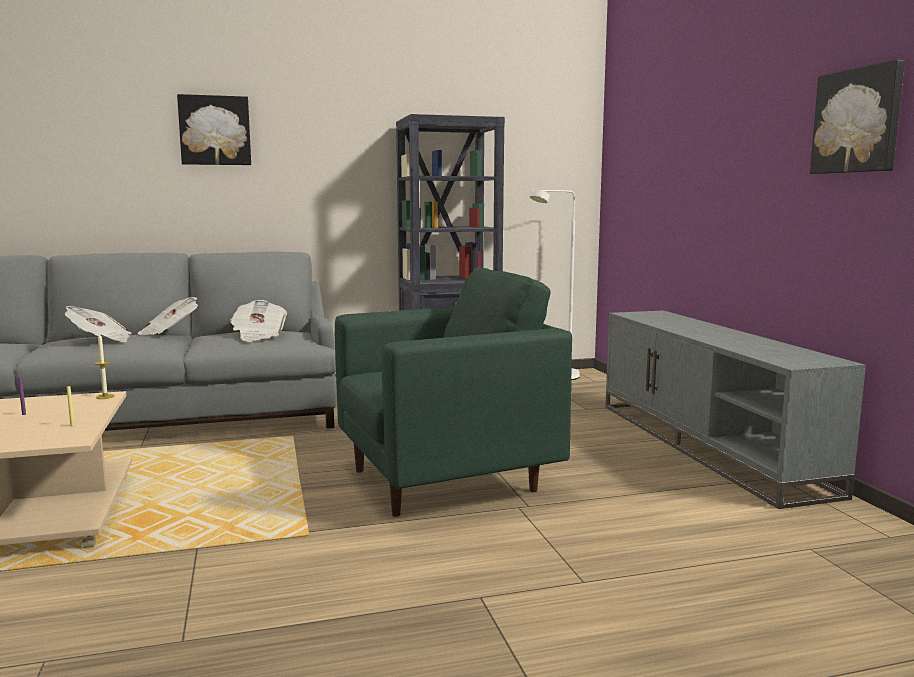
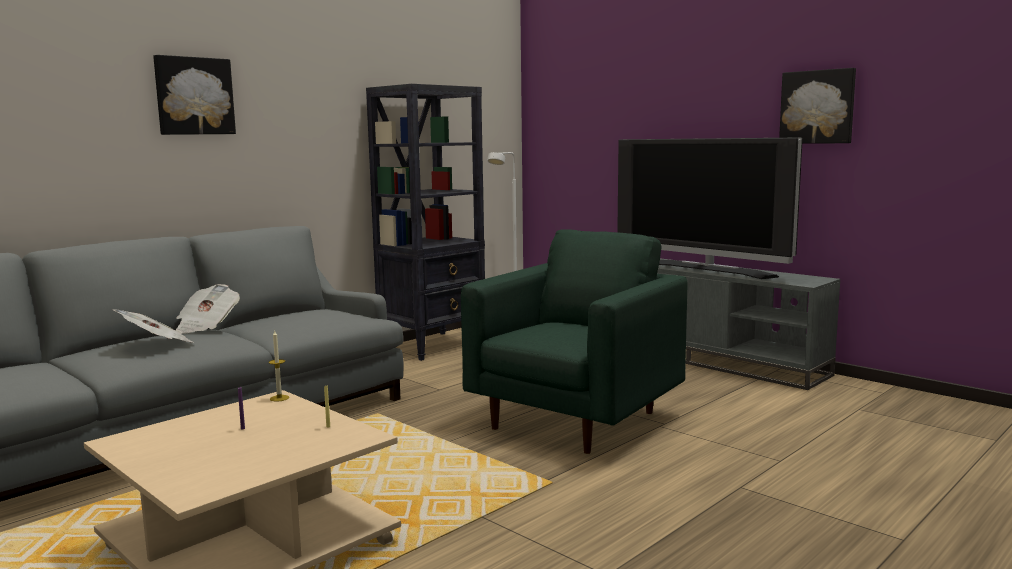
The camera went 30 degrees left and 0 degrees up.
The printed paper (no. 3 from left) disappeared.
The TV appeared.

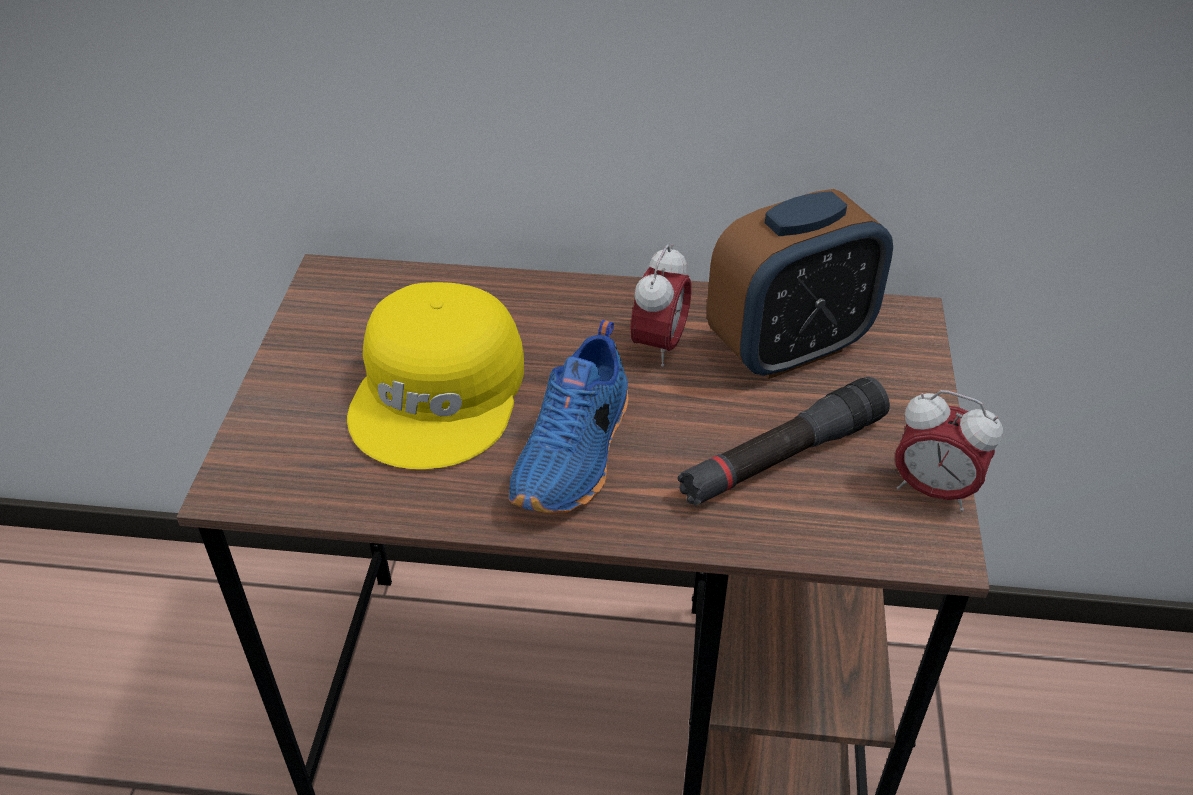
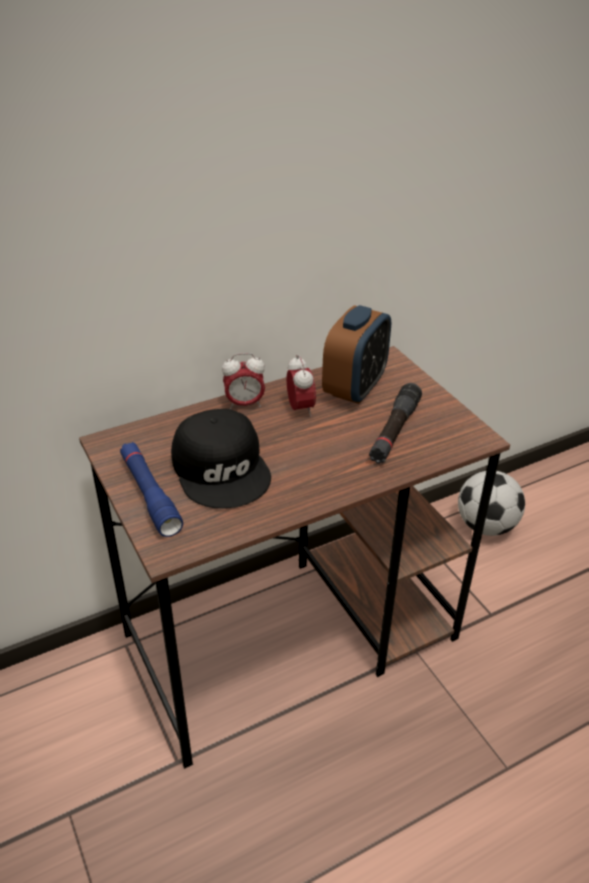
The camera went 35 degrees left and 5 degrees down.
The baseball cap/yellow-coloured became the baseball cap/black-coloured.
The item of footwear/blue-coloured disappeared.
The alarm clock (no. 3 from left in the first image) moved.
The hand torch/blue-coloured appeared.
The football appeared.

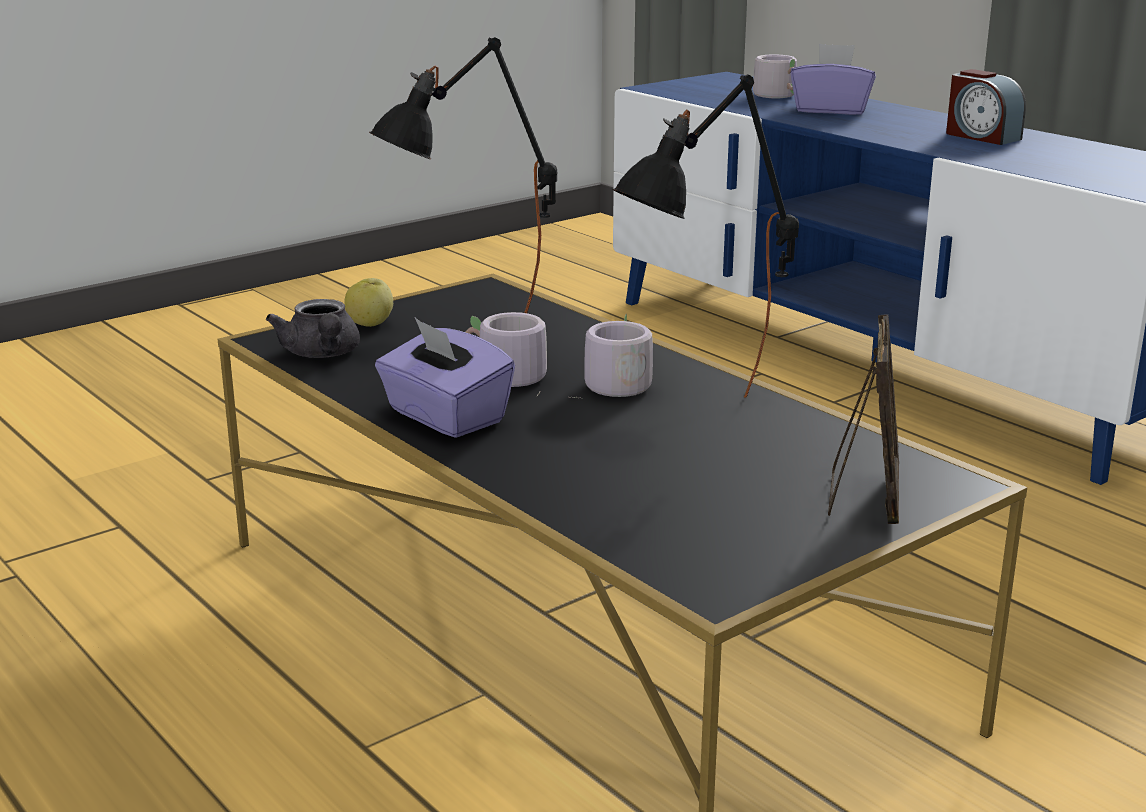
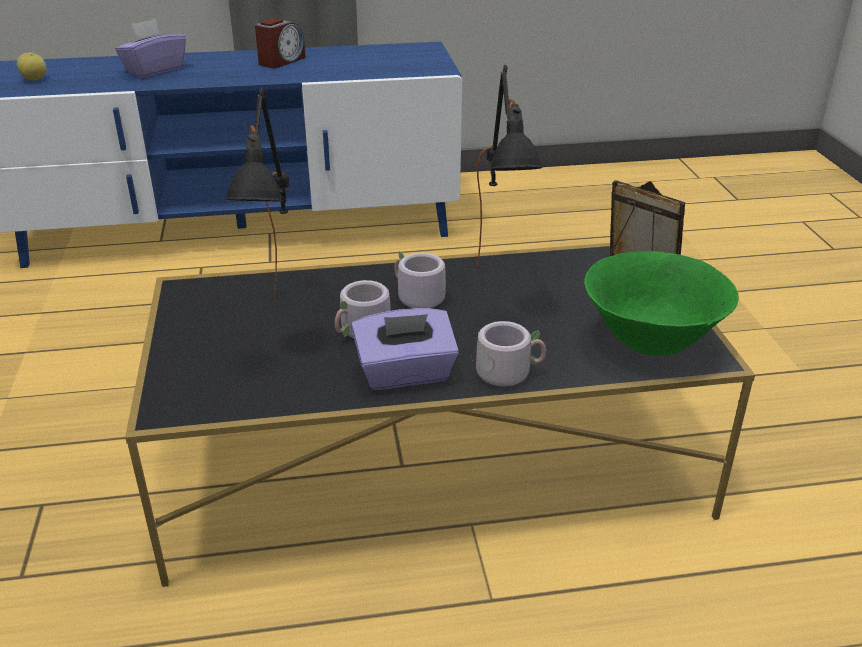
The camera went 60 degrees left and 10 degrees up.
The teapot/gray disappeared.
The apple fruit moved.
The mug/gray (no. 3 from left) moved.
The alarm clock turned 45 degrees counterclockwise.
The serving bowl/green appeared.

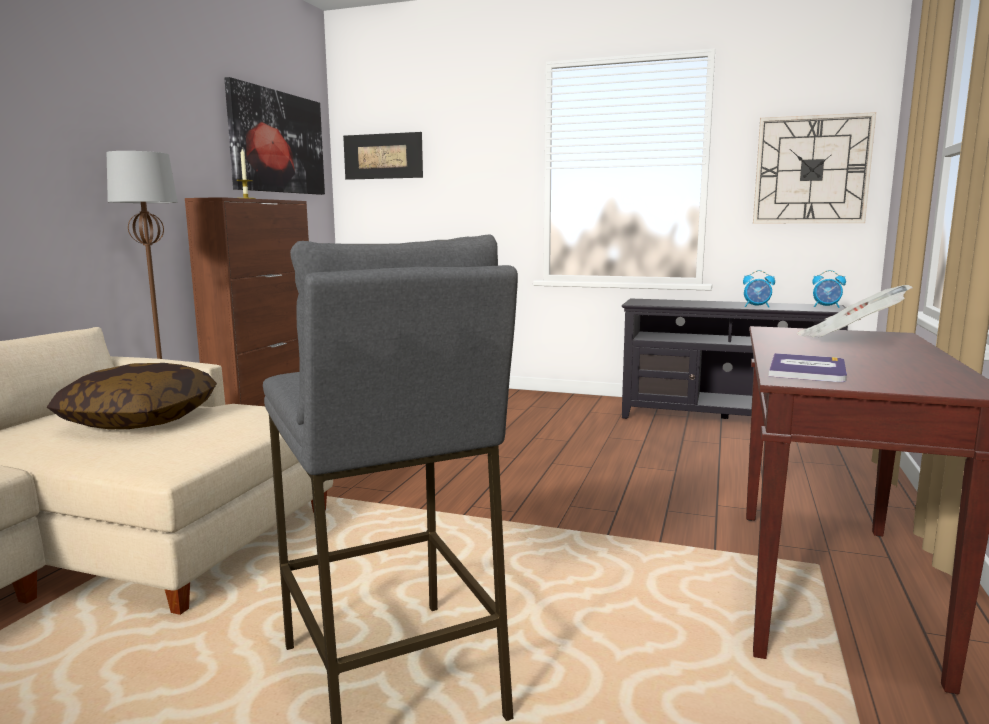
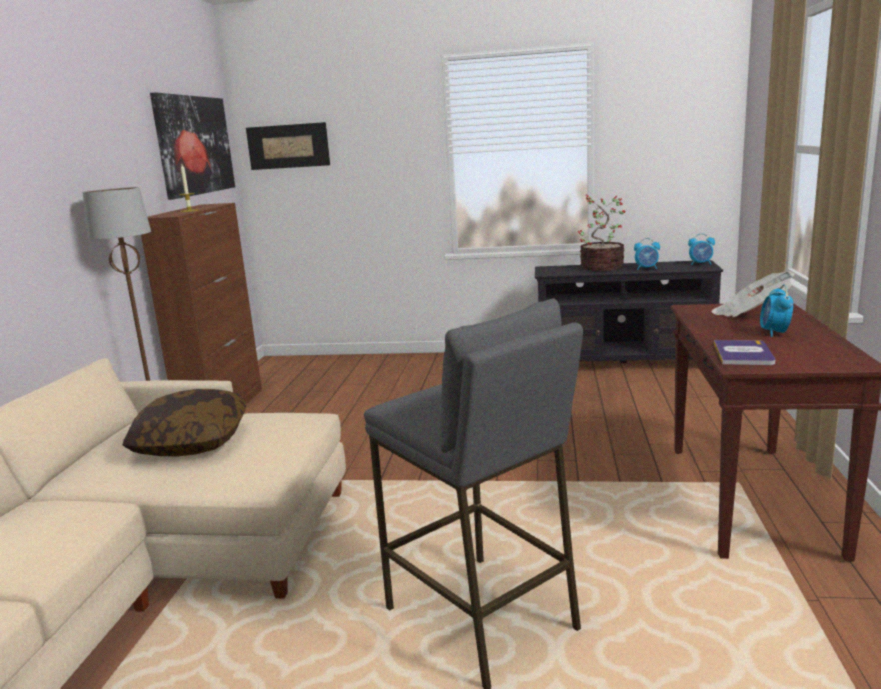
The camera went 10 degrees left and 5 degrees up.
The hanging clock disappeared.
The plant in a pot appeared.
The alarm clock (no. 3 from left) appeared.

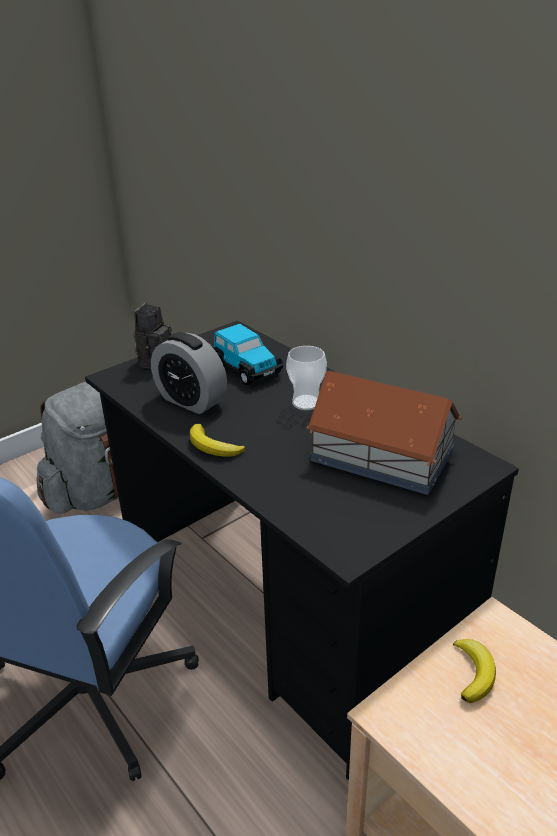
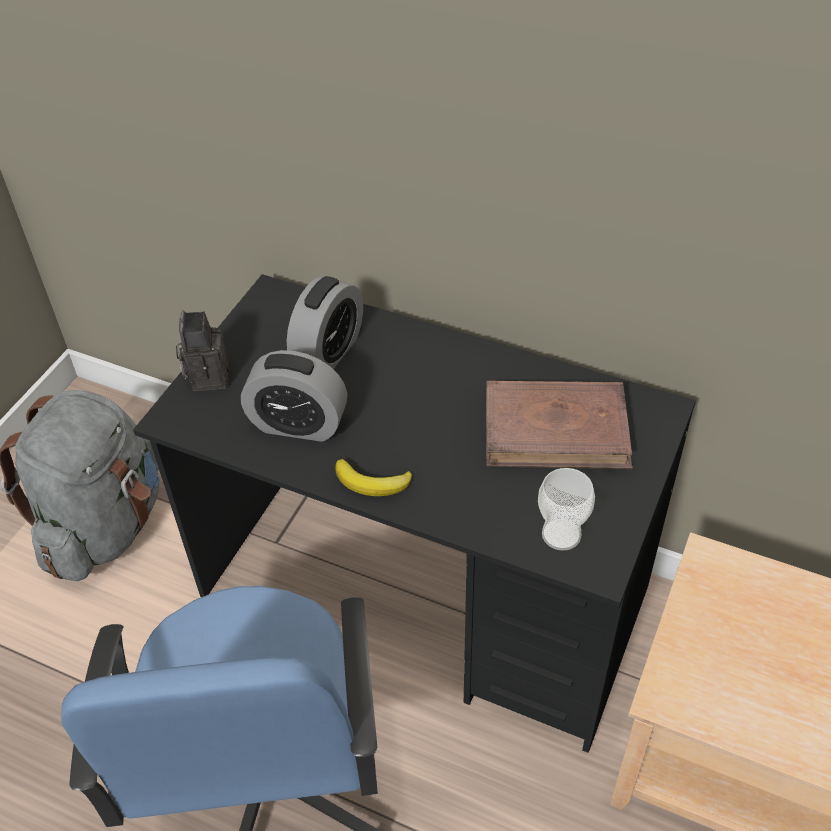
The camera went 25 degrees left and 15 degrees up.
The miniature car was replaced by the alarm clock (no. 2 from left).
The small cup moved.
The toy house was replaced by the volume/brown-coloured.
The banana fruit (no. 2 from left) disappeared.

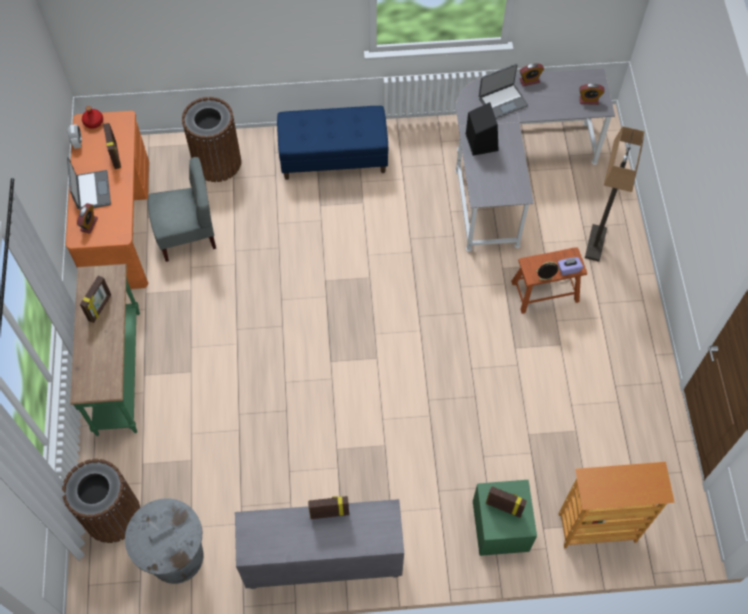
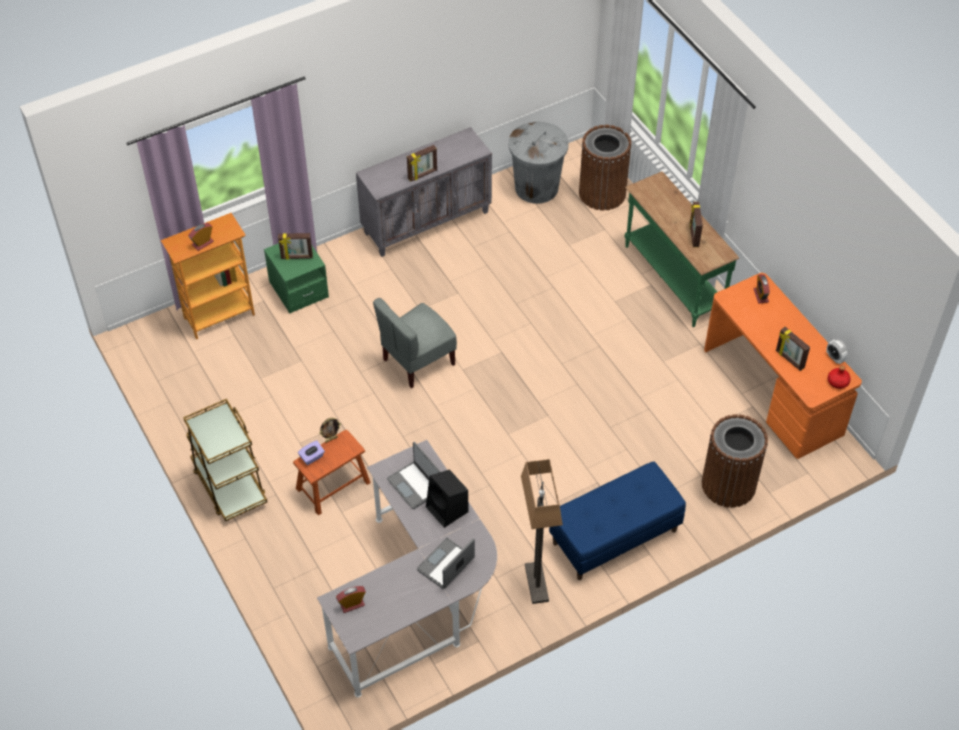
The camera went 155 degrees right and 10 degrees down.
The portable computer (no. 1 from left) moved.
The plain chair/gray moved.
The alarm clock (no. 3 from left in the first image) moved.
The floor lamp moved.
The wheeled cart/brown-coloured appeared.

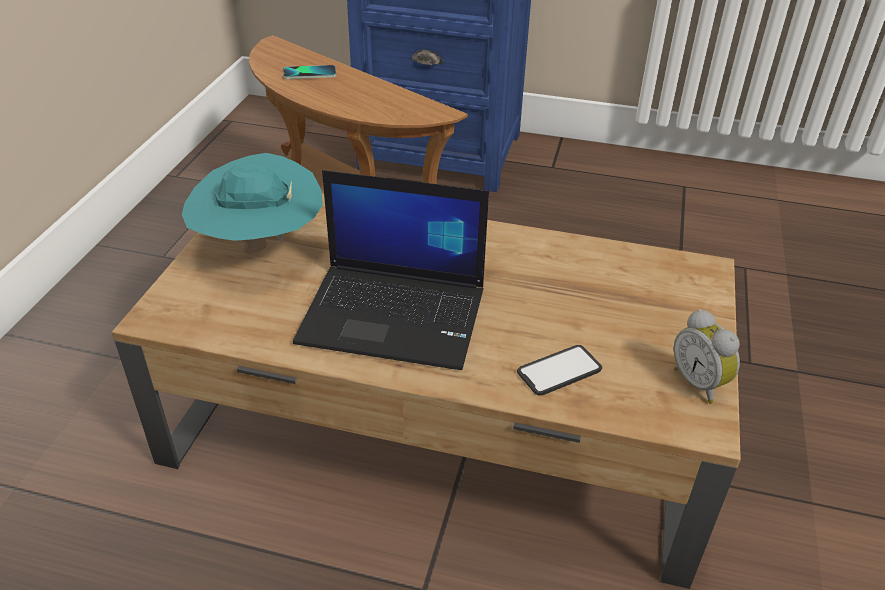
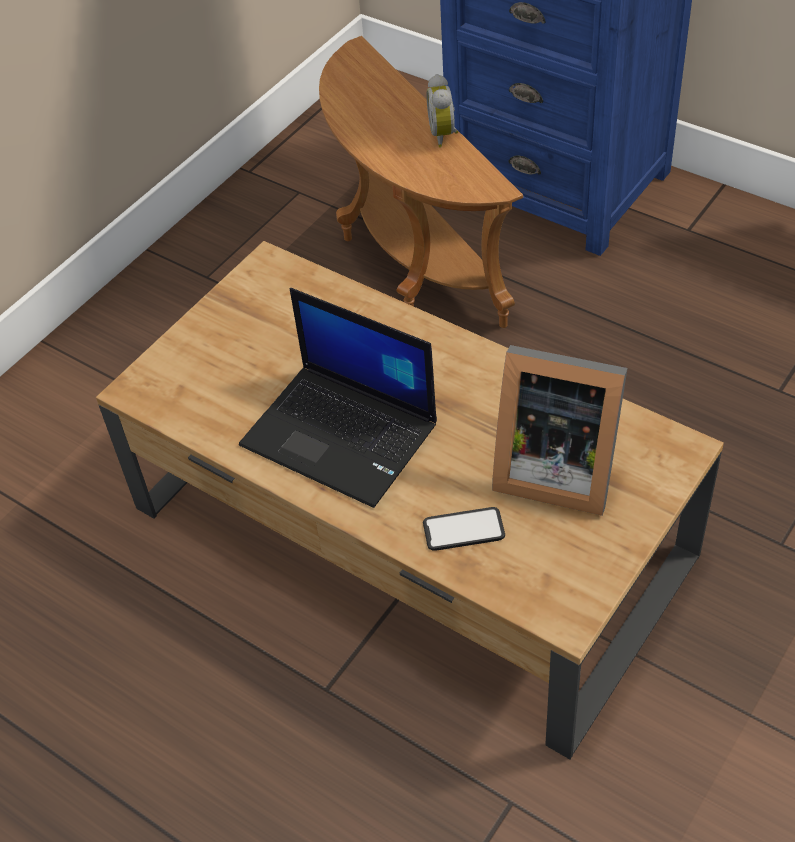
The camera went 25 degrees right and 10 degrees up.
The clothing hat/turquoise disappeared.
The phone (no. 1 from left) disappeared.
The alarm clock moved.
The photo frame appeared.

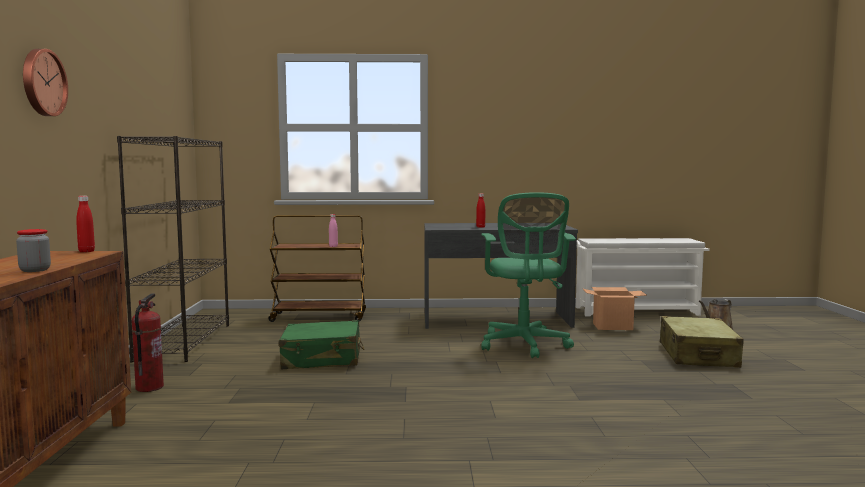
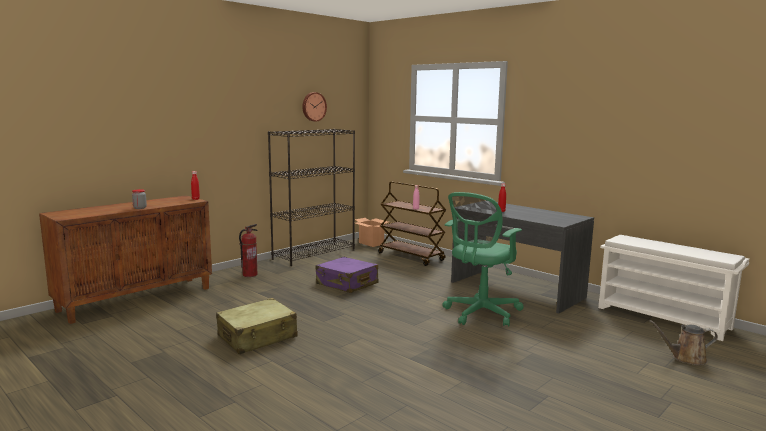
The camera went 45 degrees right and 5 degrees up.
The hanging clock moved.
The suitcase/green became the suitcase/purple-coloured.
The cardboard box moved.
The suitcase/sand-coloured moved.

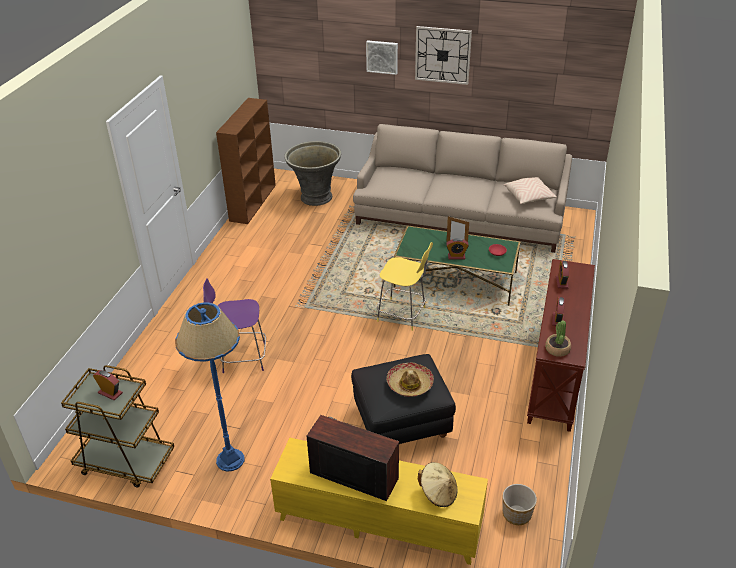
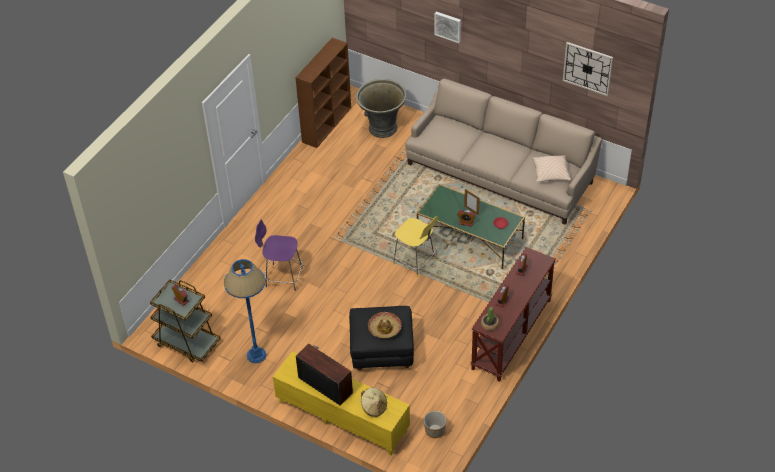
The camera went 15 degrees right and 10 degrees up.
The hanging clock moved.

